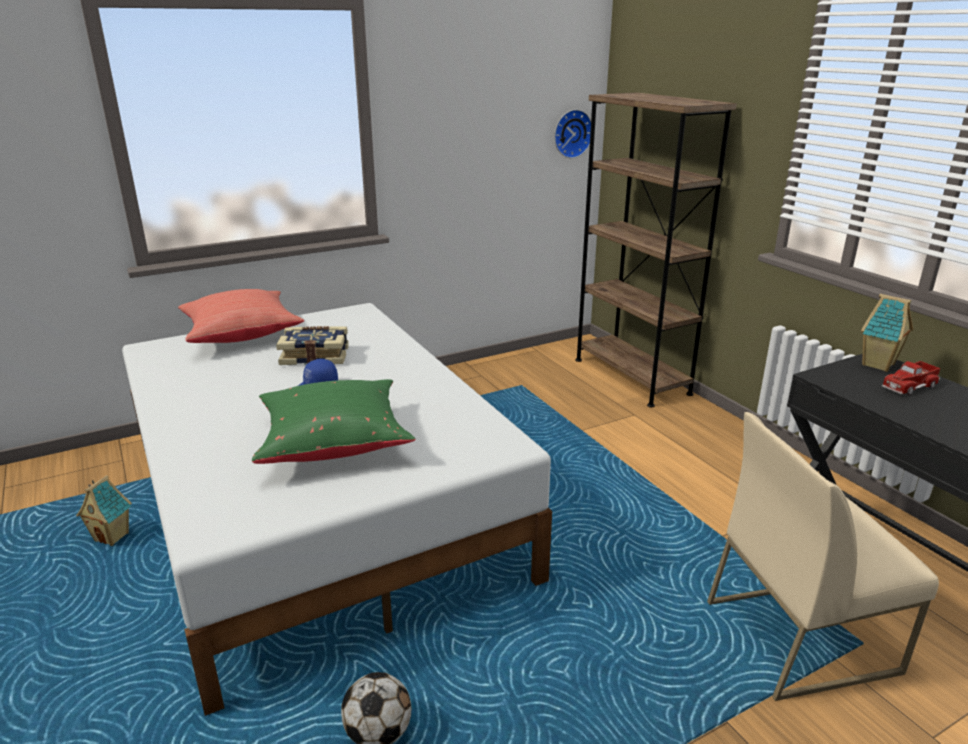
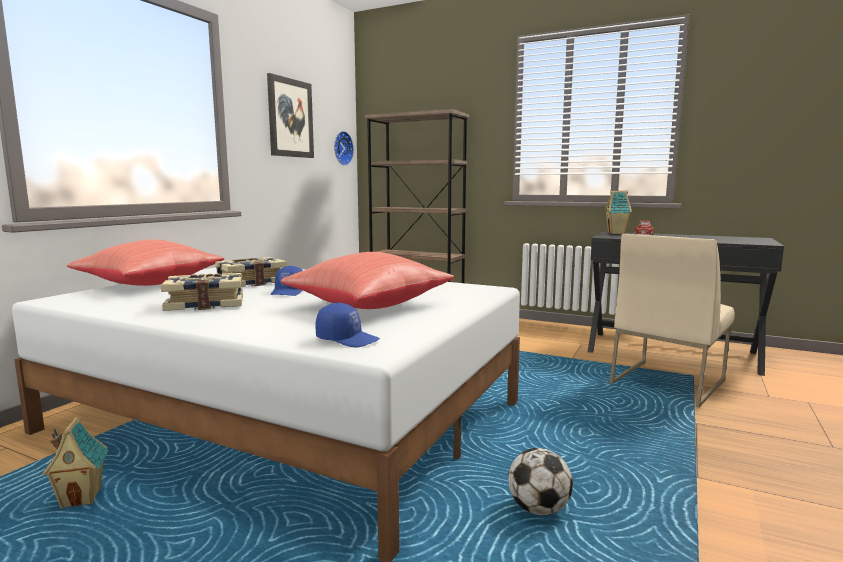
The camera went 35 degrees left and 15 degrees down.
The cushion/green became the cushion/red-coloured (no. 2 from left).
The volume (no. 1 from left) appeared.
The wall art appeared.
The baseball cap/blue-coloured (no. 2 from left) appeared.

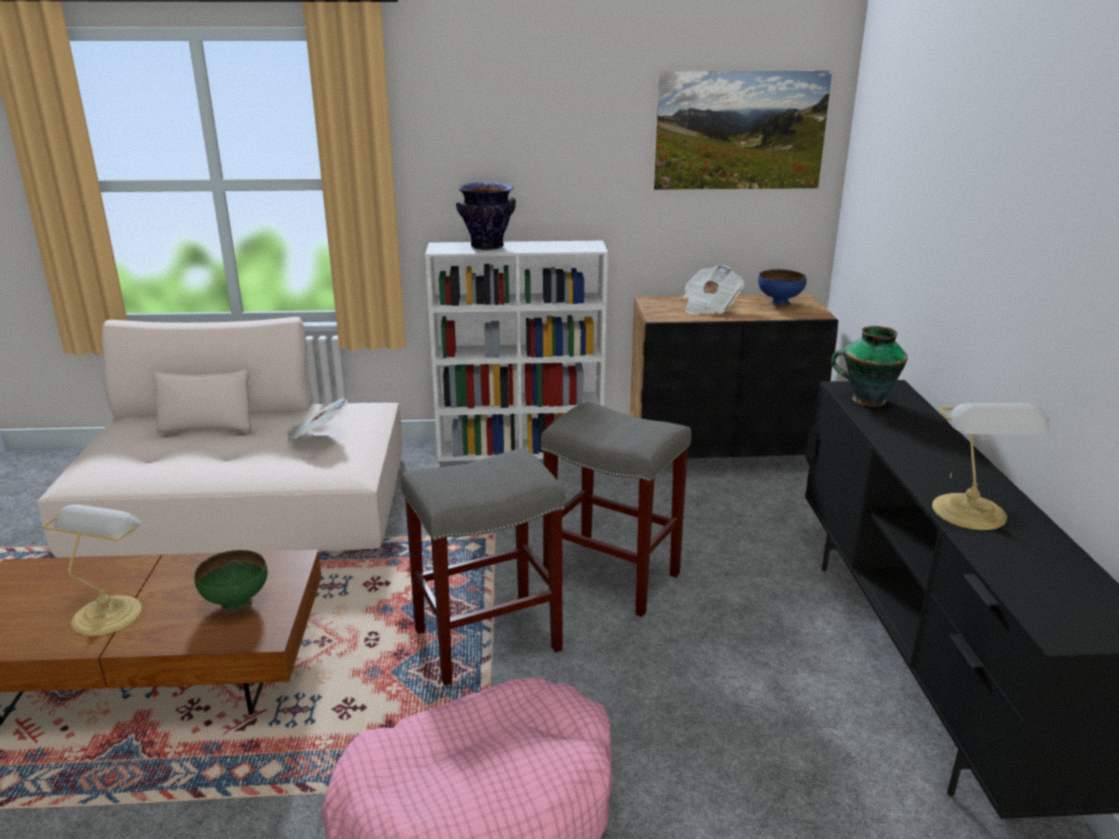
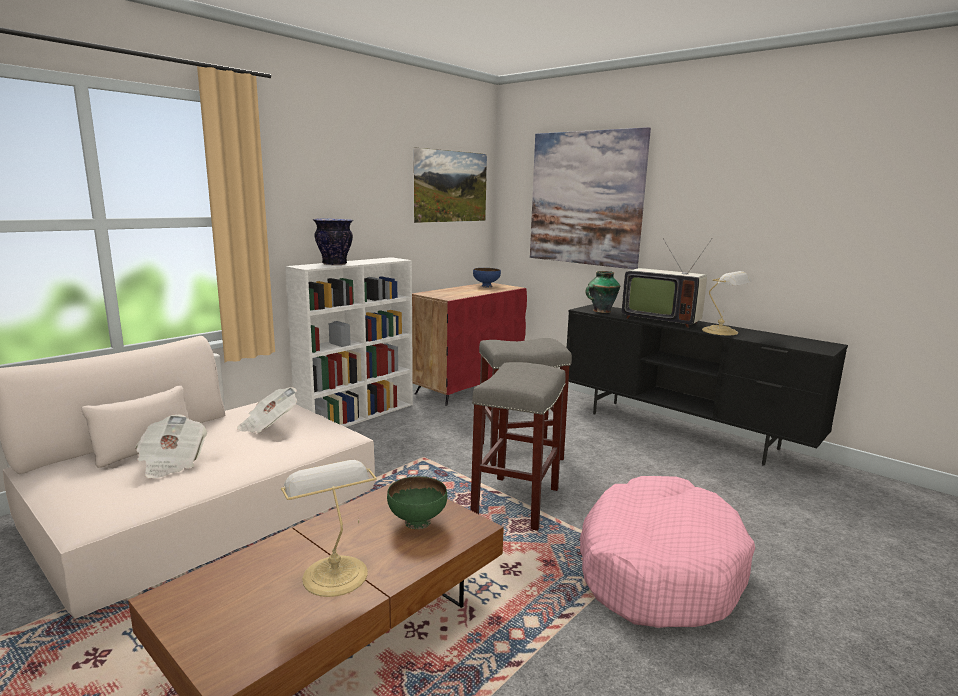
The camera went 45 degrees left and 10 degrees down.
The storage cabinet/black-coloured became the storage cabinet/red-coloured.
The printed paper (no. 2 from left in the first image) moved.
The wall art (no. 2 from left) appeared.
The TV appeared.

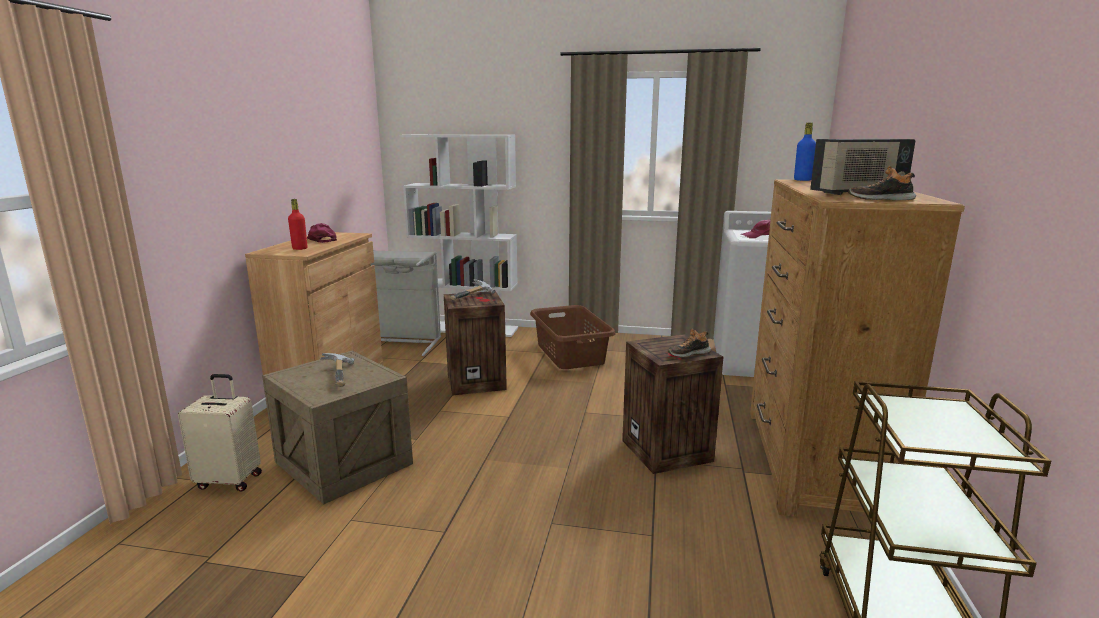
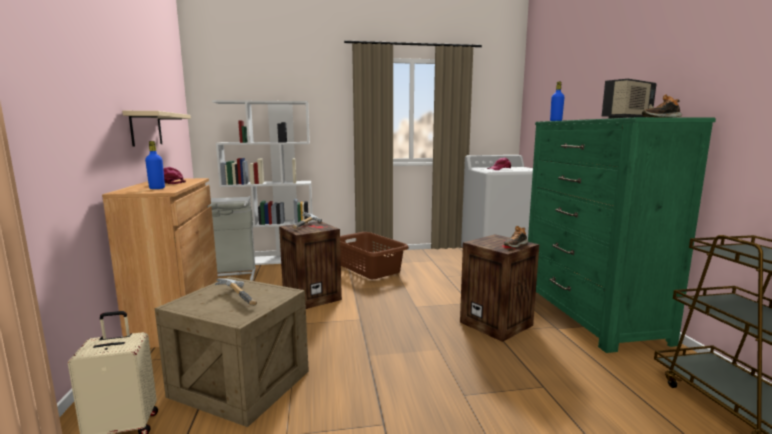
The camera went 20 degrees left and 5 degrees down.
The bottle/red-coloured became the bottle/blue-coloured (no. 1 from left).
The dresser/brown-coloured became the dresser/green.
The bracket shelf/sand-coloured appeared.

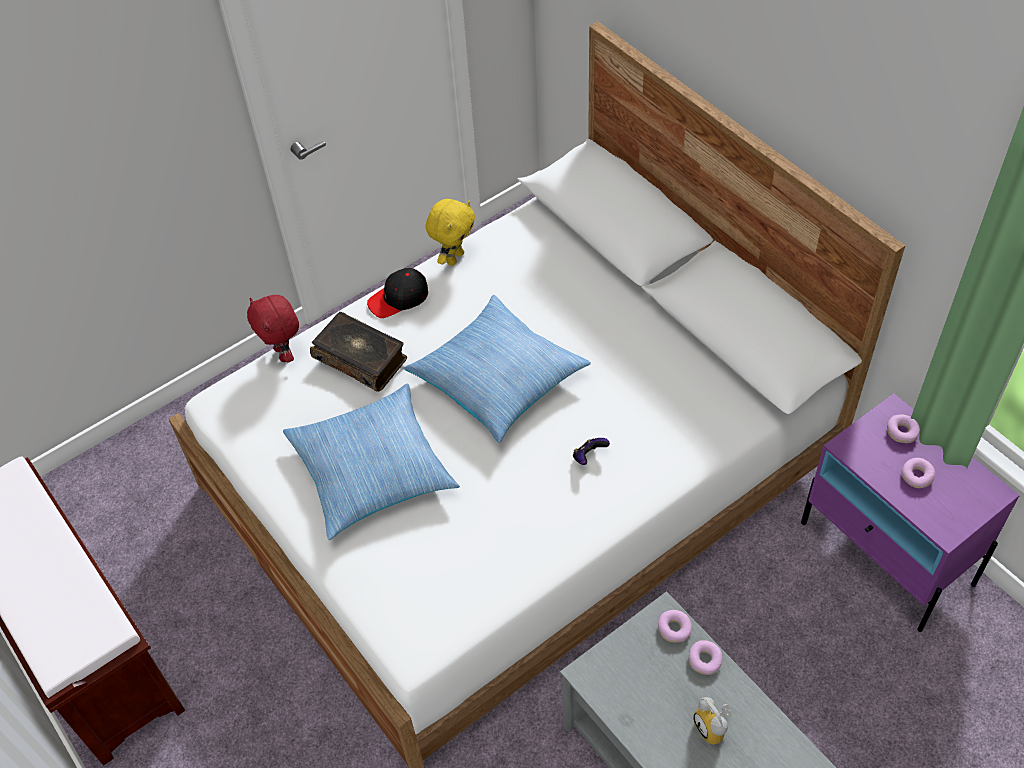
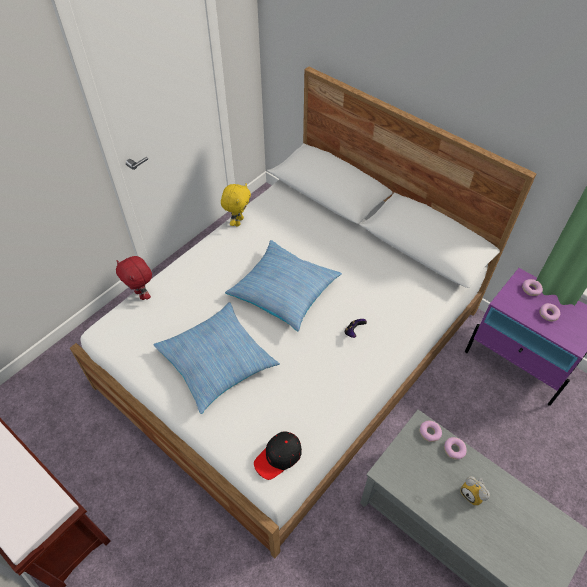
The camera went 15 degrees left and 0 degrees up.
The volume disappeared.
The baseball cap/black-coloured moved.

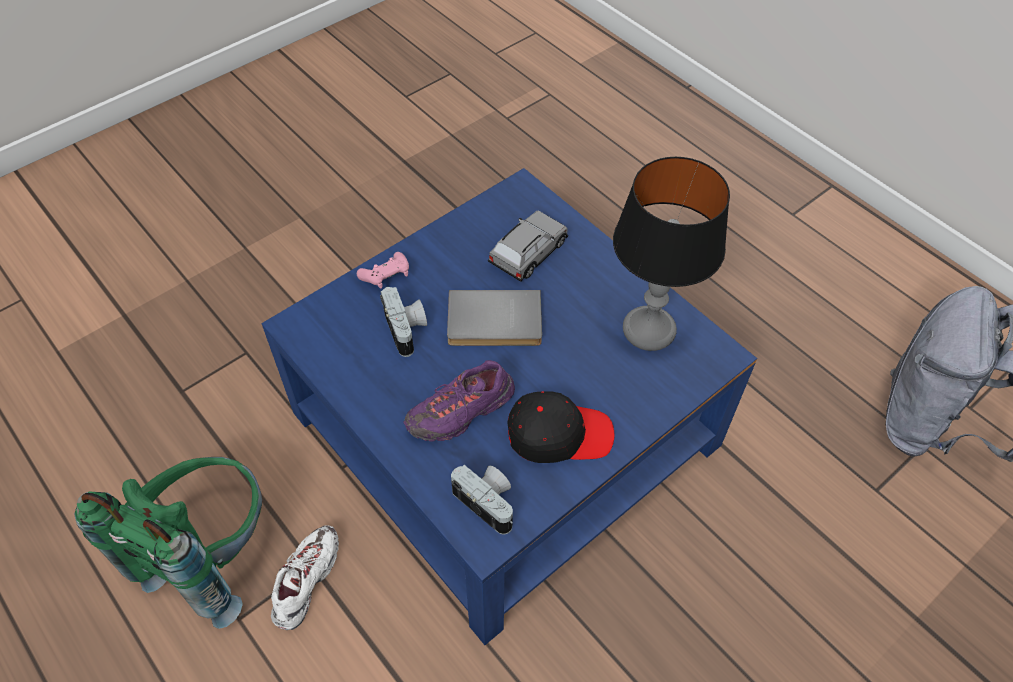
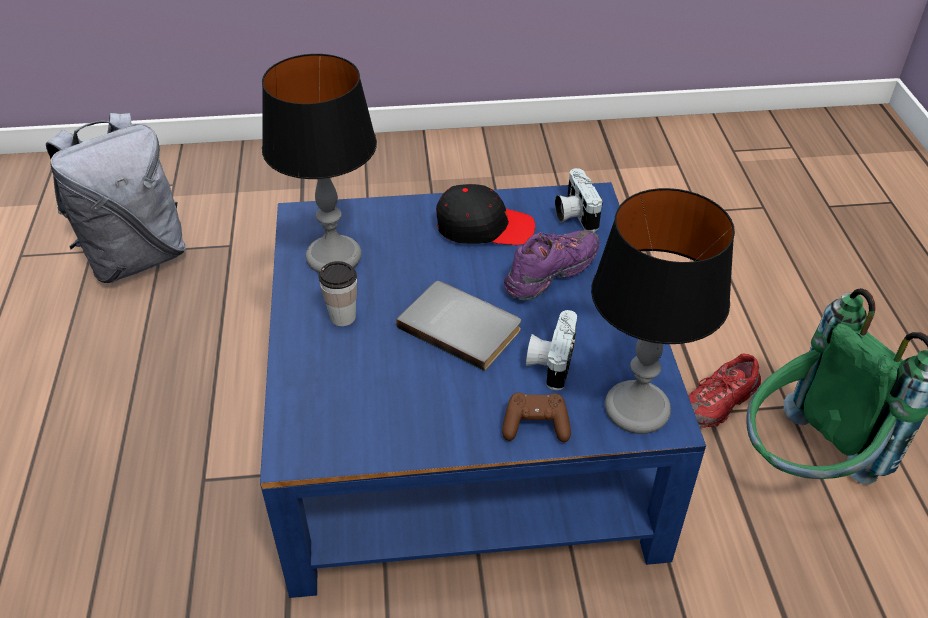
The camera went 145 degrees left and 10 degrees down.
The item of footwear/white-coloured became the item of footwear/red-coloured.
The gamepad/pinkish became the gamepad/brown-coloured.
The item of footwear/purple-coloured turned 45 degrees counterclockwise.
The miniature car/gray disappeared.
The baseball cap/black-coloured turned 150 degrees clockwise.
The small cup appeared.
The table lamp (no. 2 from left) appeared.

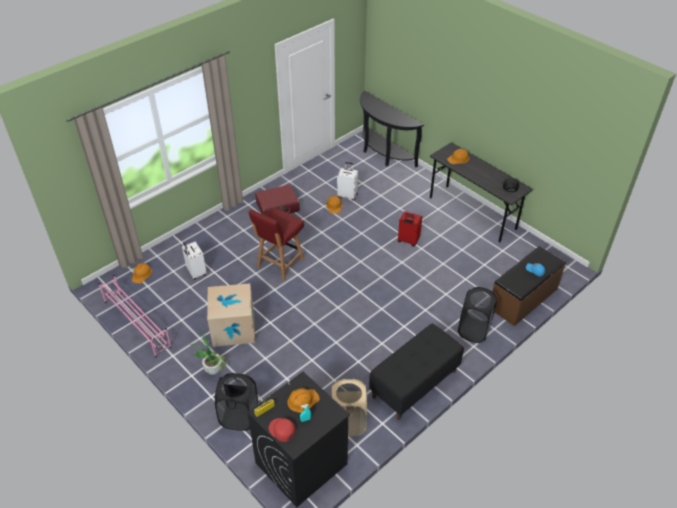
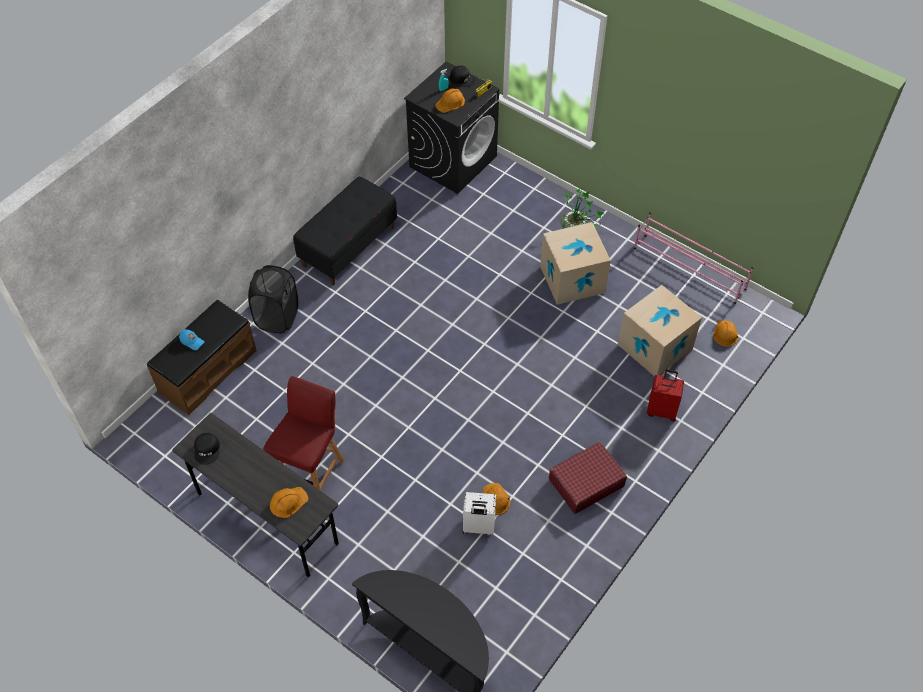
The camera went 170 degrees right and 10 degrees up.
The suitcase/white-coloured (no. 1 from left) was replaced by the cardboard box (no. 2 from left).
The laundry basket/black-coloured (no. 1 from left) disappeared.
The plain chair/red-coloured moved.
The baseball cap/red-coloured became the baseball cap/black-coloured (no. 2 from left).
The laundry basket/sand-coloured disappeared.
The suitcase/red-coloured (no. 2 from left) moved.

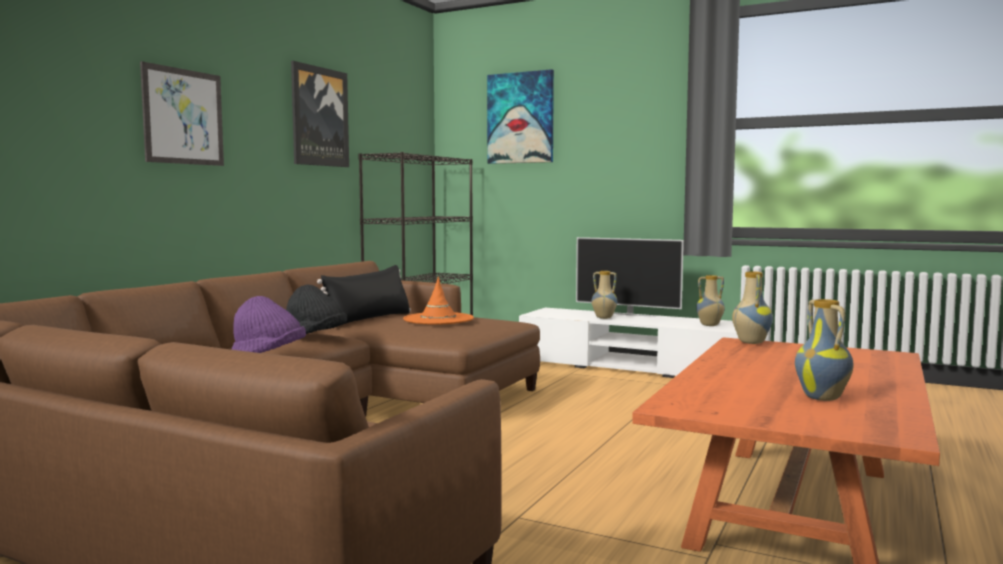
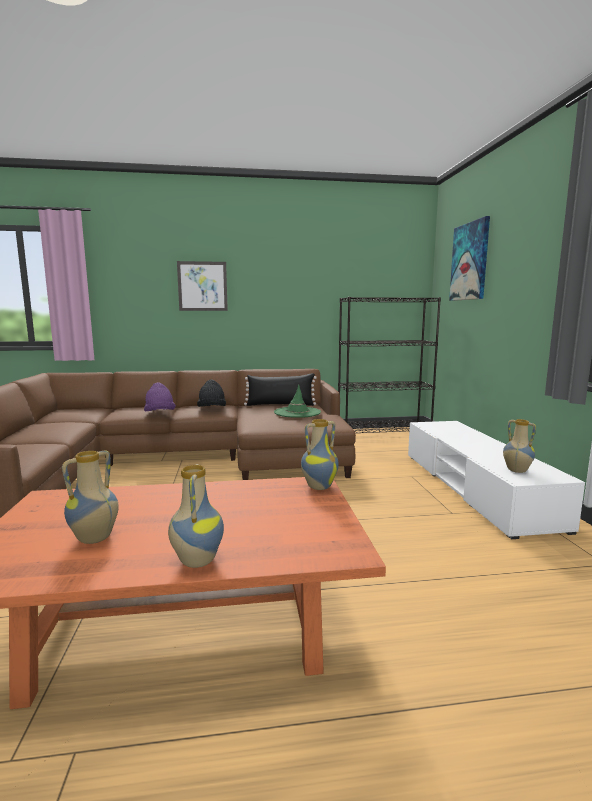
The camera went 55 degrees right and 5 degrees up.
The wall art (no. 2 from left) disappeared.
The clothing hat/orange-coloured became the clothing hat/green.
The TV disappeared.
The vase (no. 1 from left in the first image) moved.

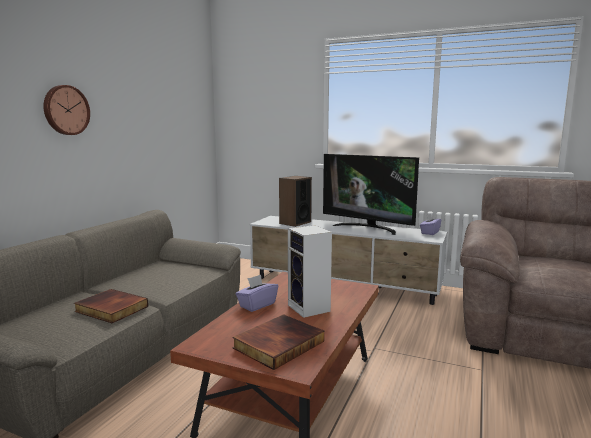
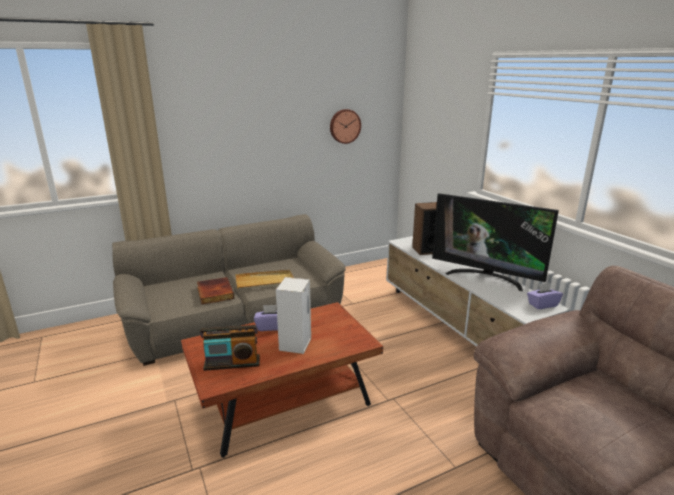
The camera went 40 degrees right and 10 degrees up.
The hanging clock moved.
The volume (no. 2 from left) was replaced by the radio set.
The TV turned 45 degrees counterclockwise.
The tray/sand-coloured appeared.

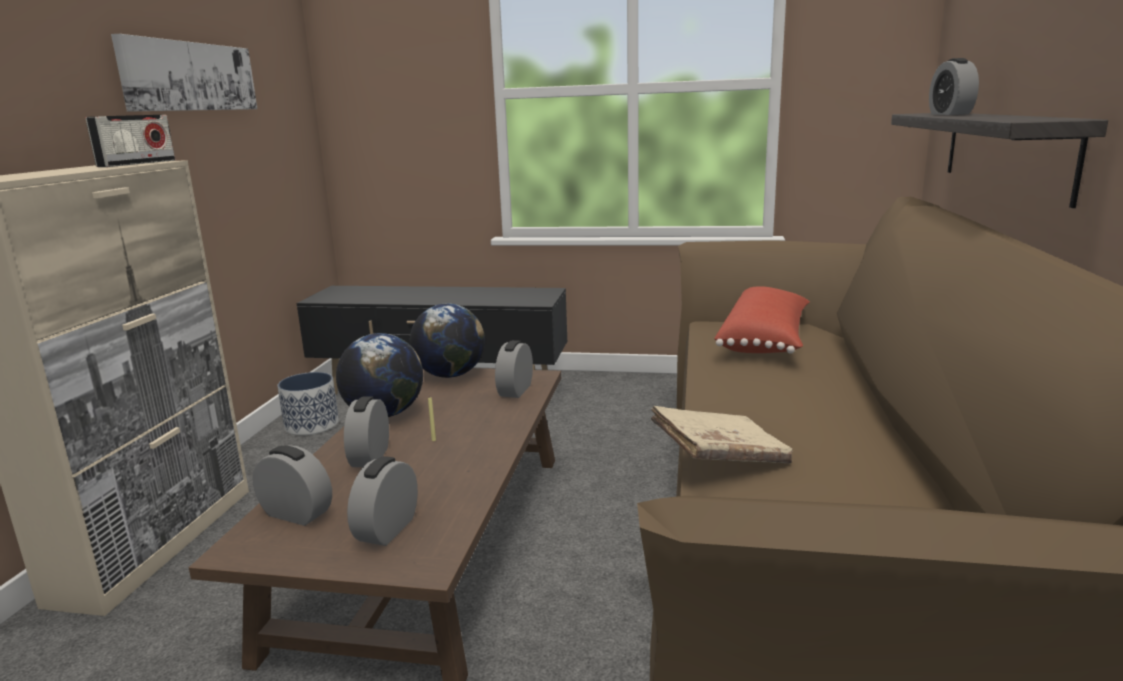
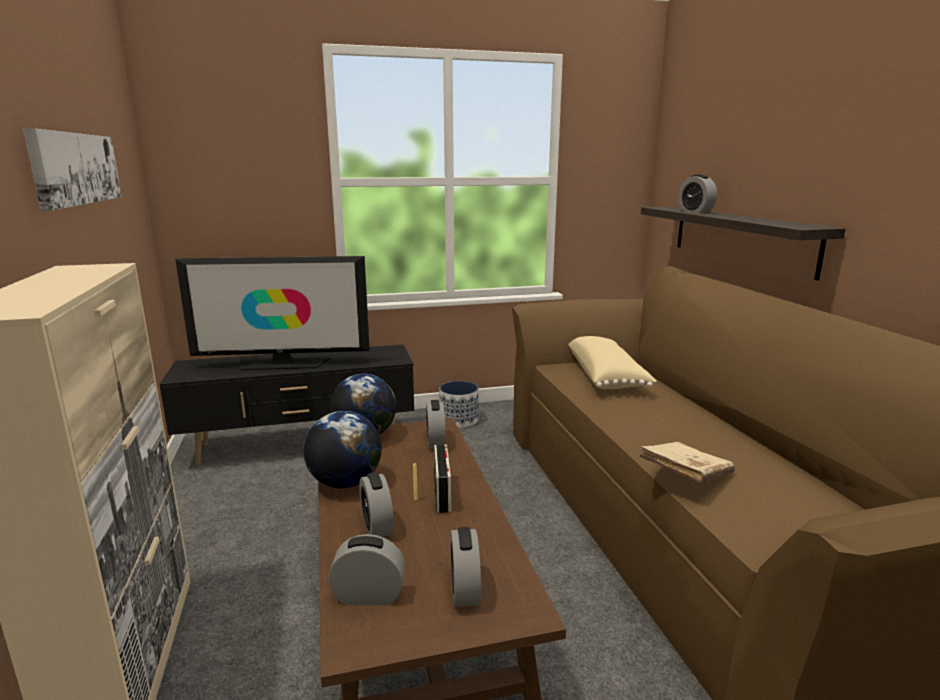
The camera went 25 degrees left and 0 degrees up.
The radio set moved.
The plant pot moved.
The cushion/red-coloured became the cushion/sand-coloured.
The TV appeared.

